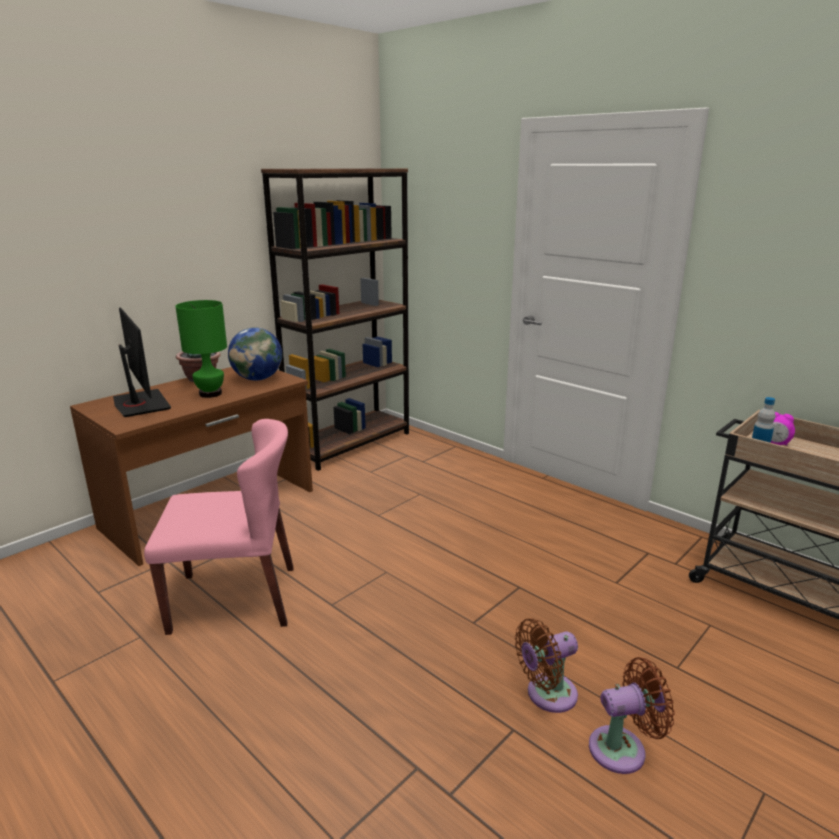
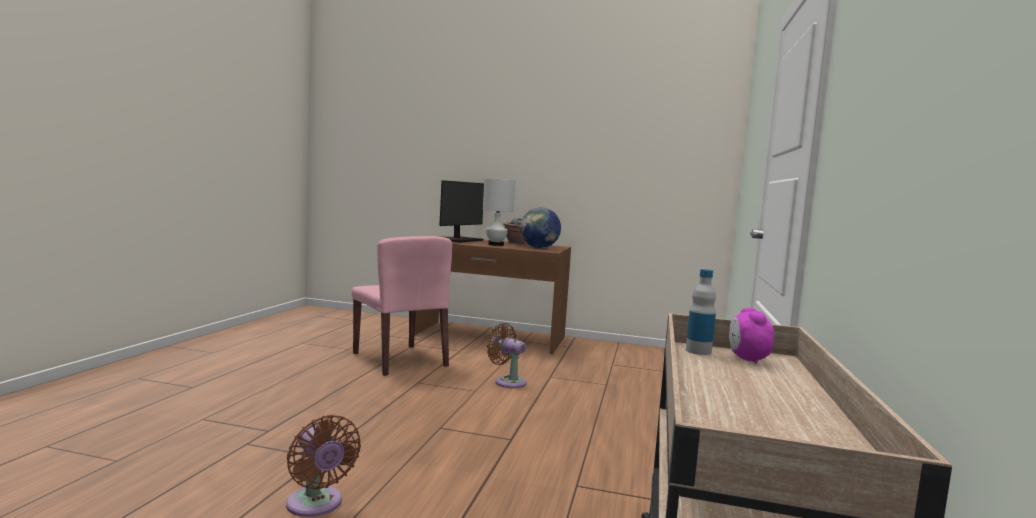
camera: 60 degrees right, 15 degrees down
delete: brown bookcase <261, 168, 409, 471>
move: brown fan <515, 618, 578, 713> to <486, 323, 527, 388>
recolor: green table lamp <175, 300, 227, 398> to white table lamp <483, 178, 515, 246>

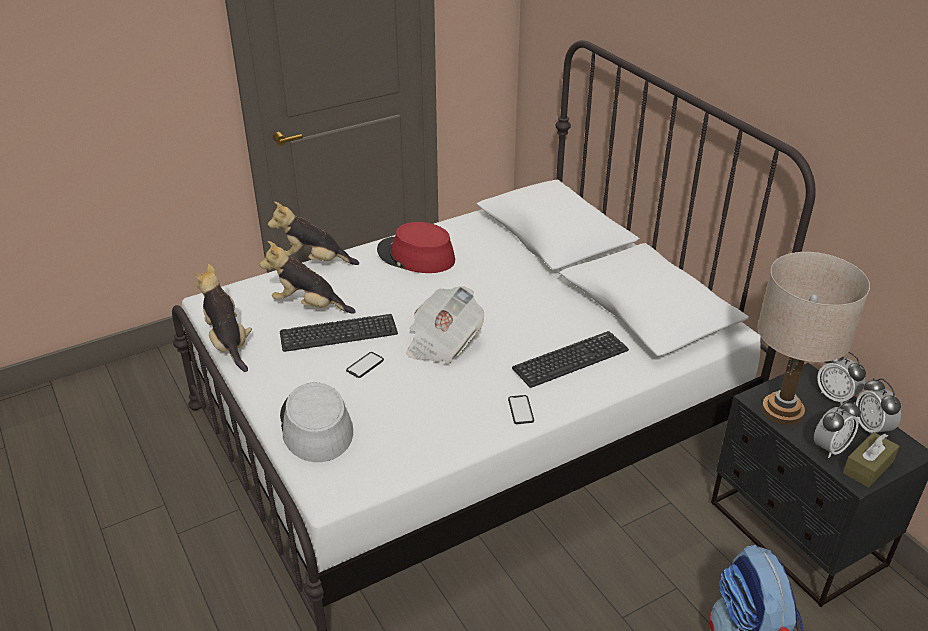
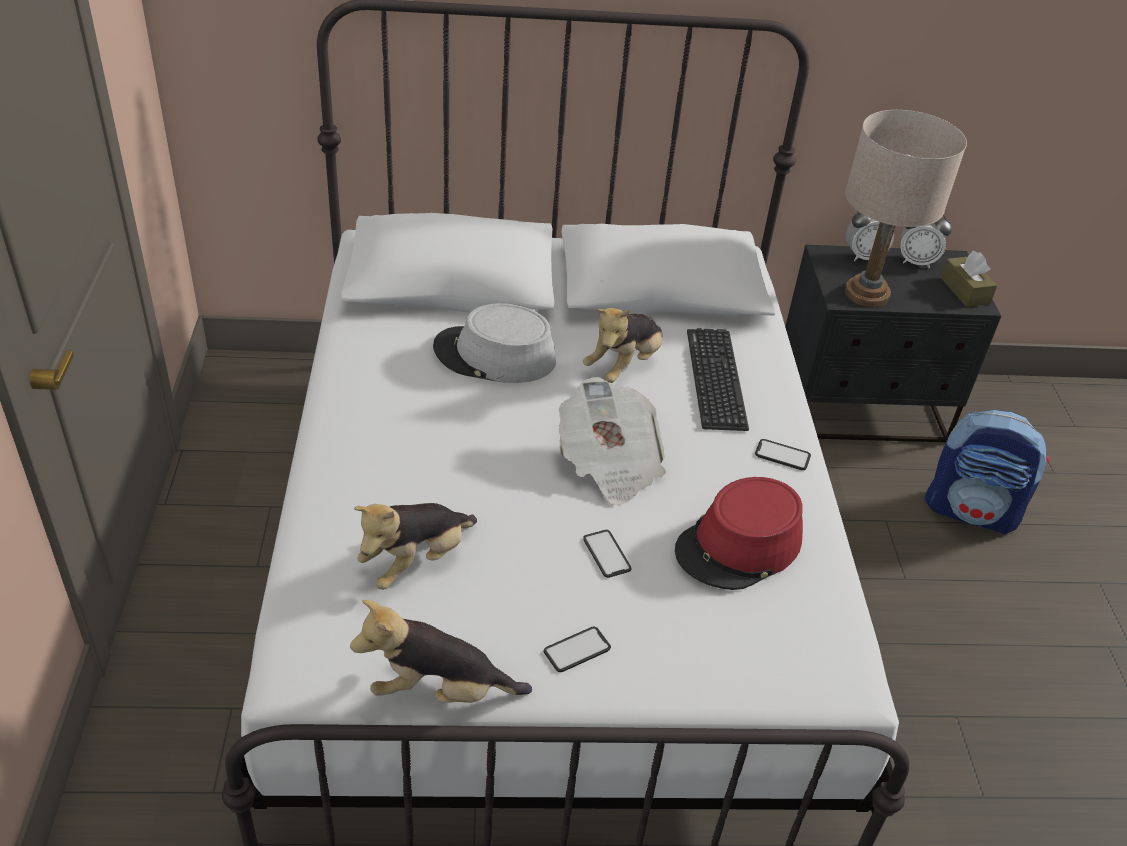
camera: 65 degrees left, 5 degrees up
delete: keyboard <280, 314, 398, 352>; alarm clock <814, 400, 861, 458>
insert: phone <543, 627, 611, 672>
move: plush toy <268, 201, 359, 265> to <583, 308, 663, 383>; grey hat <280, 383, 353, 462> to <433, 303, 556, 383>; red hat <377, 222, 455, 273> to <675, 477, 803, 590>

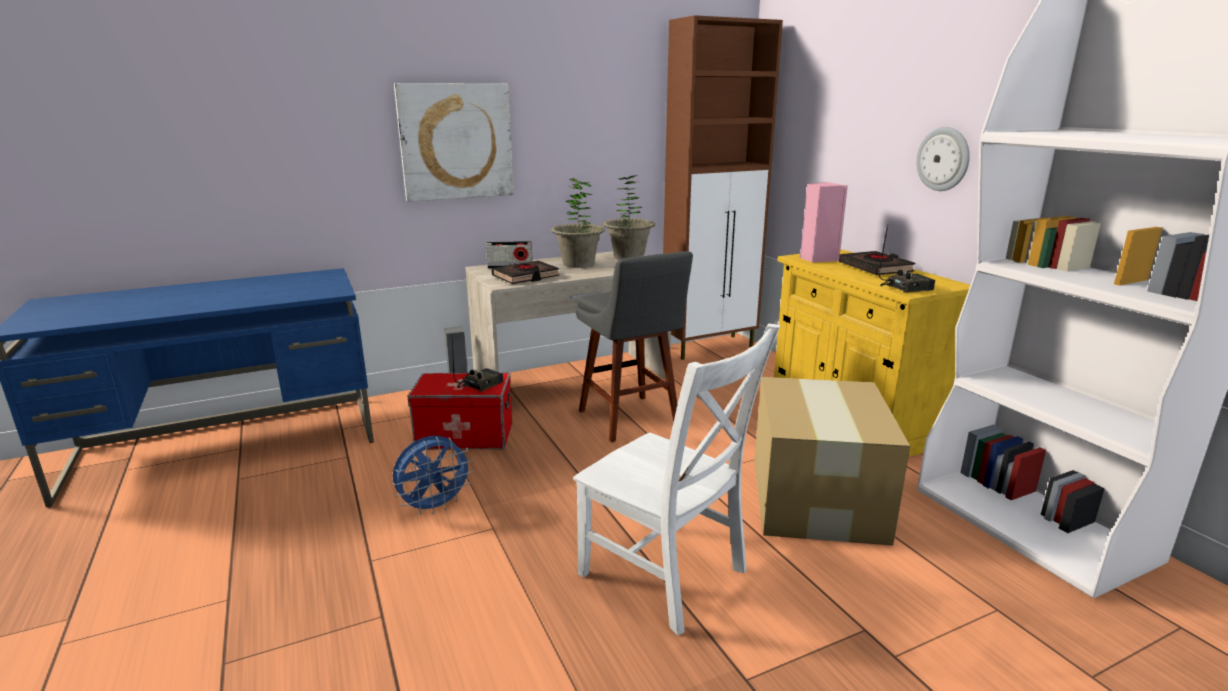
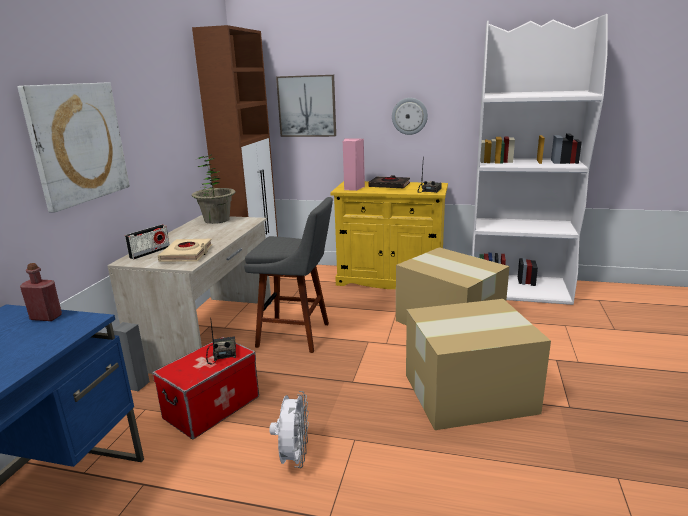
camera: 50 degrees left, 0 degrees up
delete: potted plant <551, 178, 605, 268>
insert: red bottle <20, 263, 62, 321>; picture <276, 75, 336, 137>
replace: white chair <573, 324, 781, 635> to cardboard box <406, 299, 551, 430>
recolor: blue fan <392, 436, 474, 515> to white fan <270, 391, 309, 468>; black book <491, 261, 559, 284> to beige book <158, 239, 213, 262>

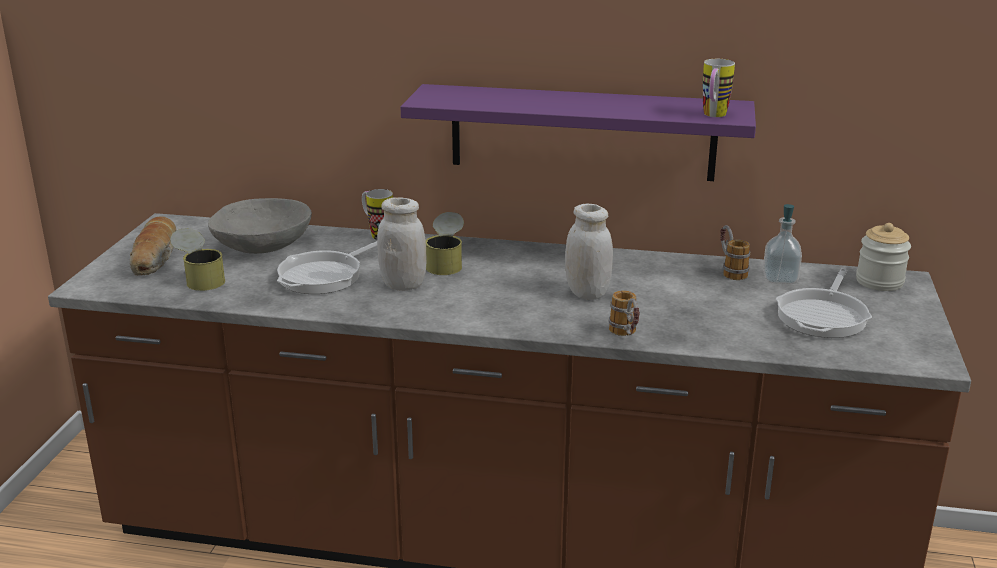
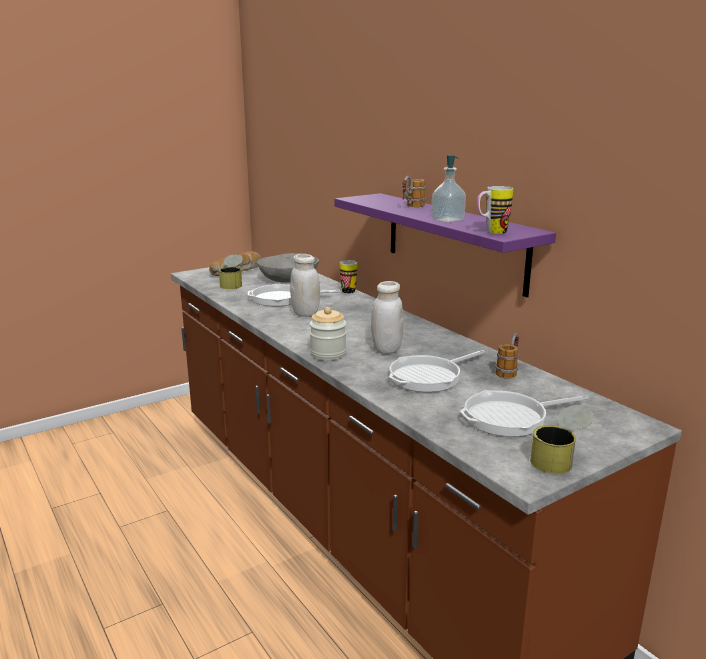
camera: 45 degrees right, 5 degrees down
insert: frying pan <389, 350, 485, 392>
move: can <426, 212, 464, 275> to <530, 405, 594, 474>; mug <609, 291, 640, 336> to <403, 176, 426, 207>; soap dispenser <763, 204, 802, 284> to <431, 155, 466, 222>; jar <856, 223, 911, 291> to <309, 307, 347, 361>

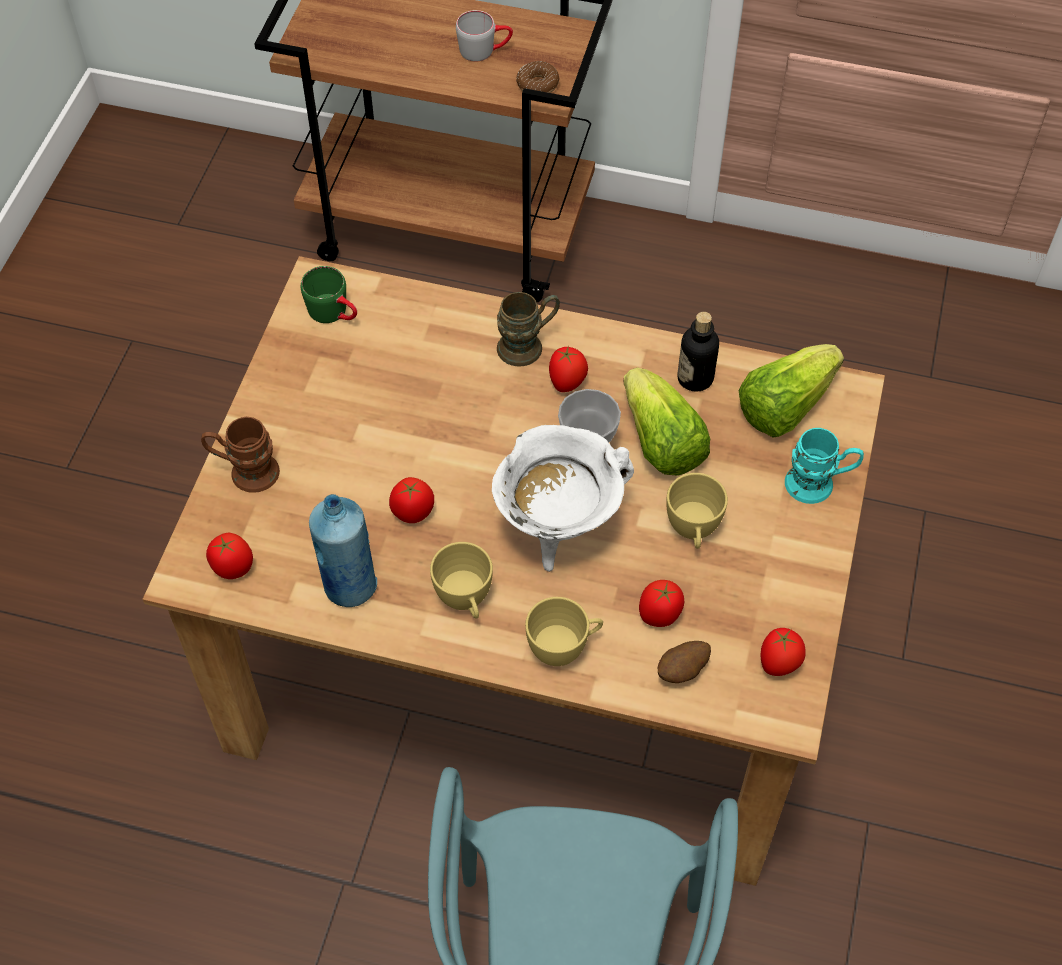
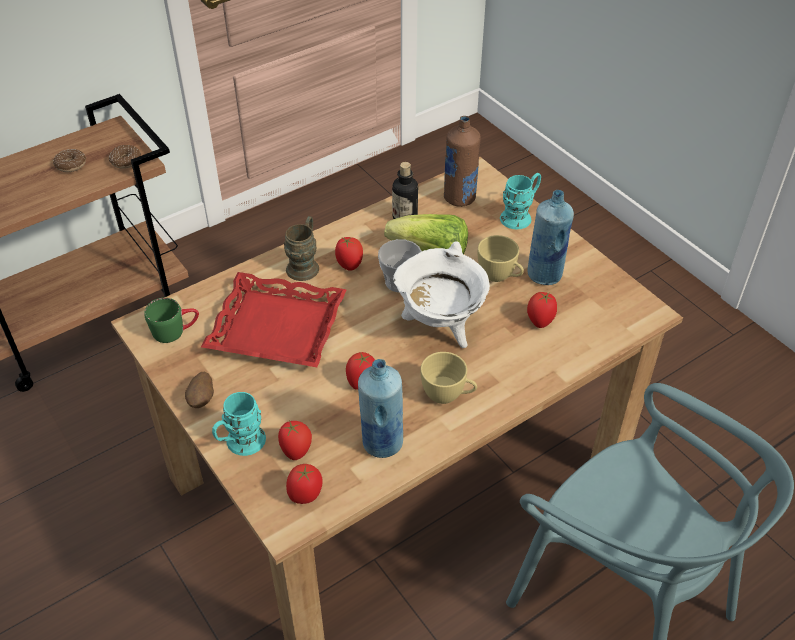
camera: 50 degrees left, 10 degrees down
delete: yellow cup <525, 597, 603, 666>
insert: red tray <201, 272, 347, 367>; blue bottle <527, 190, 574, 285>
move: potato <658, 641, 711, 683> to <185, 372, 214, 408>; tomato <760, 628, 805, 676> to <278, 420, 312, 460>
replace: grey mug <456, 10, 513, 62> to donut <53, 149, 86, 172>; lettuce <739, 344, 844, 438> to brown bottle <444, 116, 481, 207>
recolor: brown mug <201, 417, 280, 493> to turquoise mug <212, 392, 266, 456>

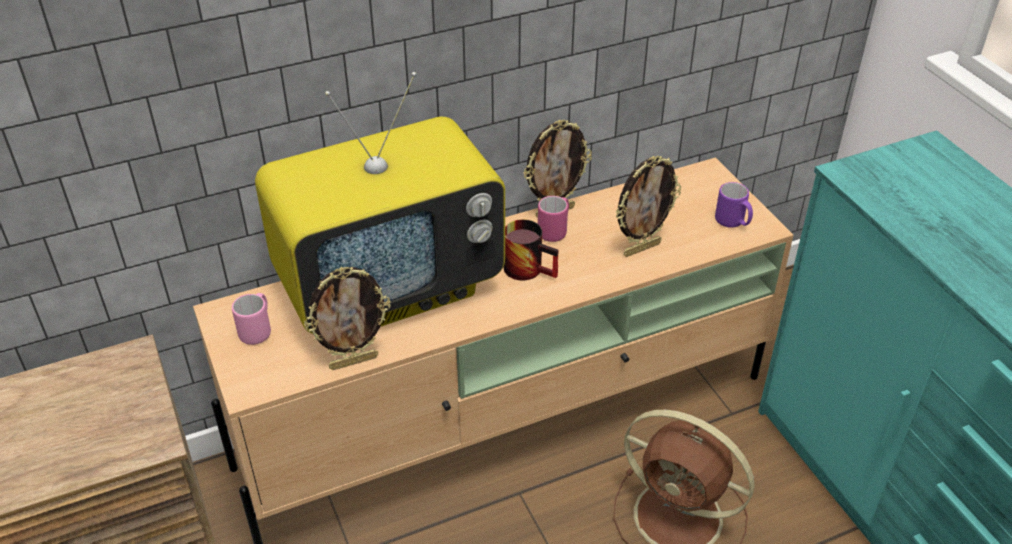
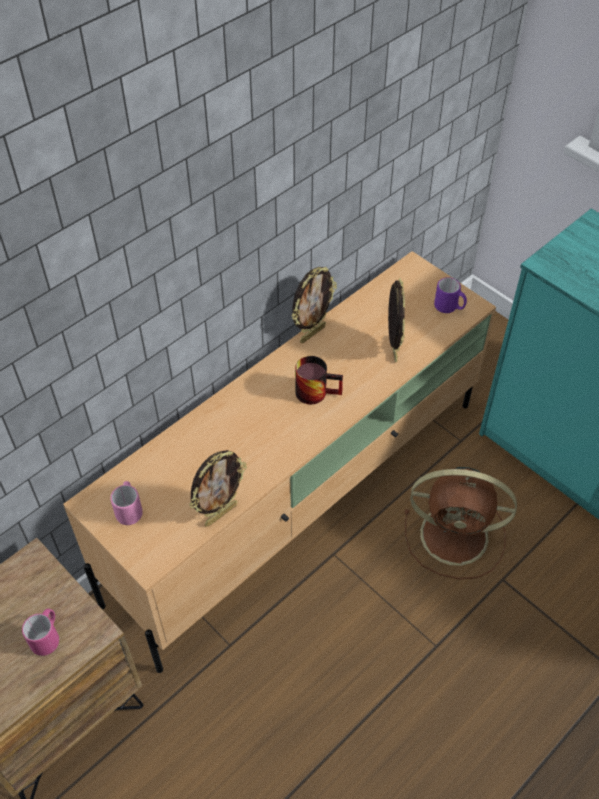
camera: 20 degrees left, 10 degrees up
delete: television <255, 72, 505, 334>
move: pink mug <538, 196, 569, 242> to <22, 609, 59, 656>
rotate: picture frame <615, 156, 681, 257> = <388, 278, 405, 363> 45 degrees counterclockwise

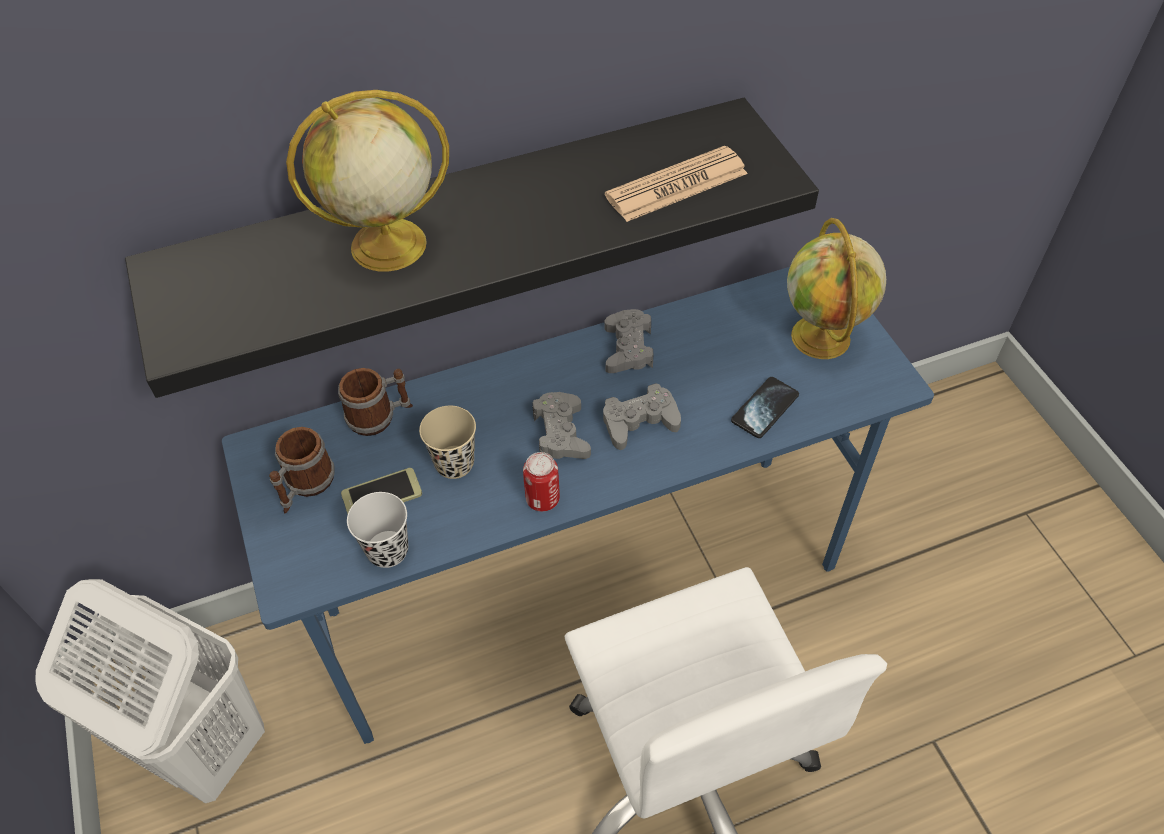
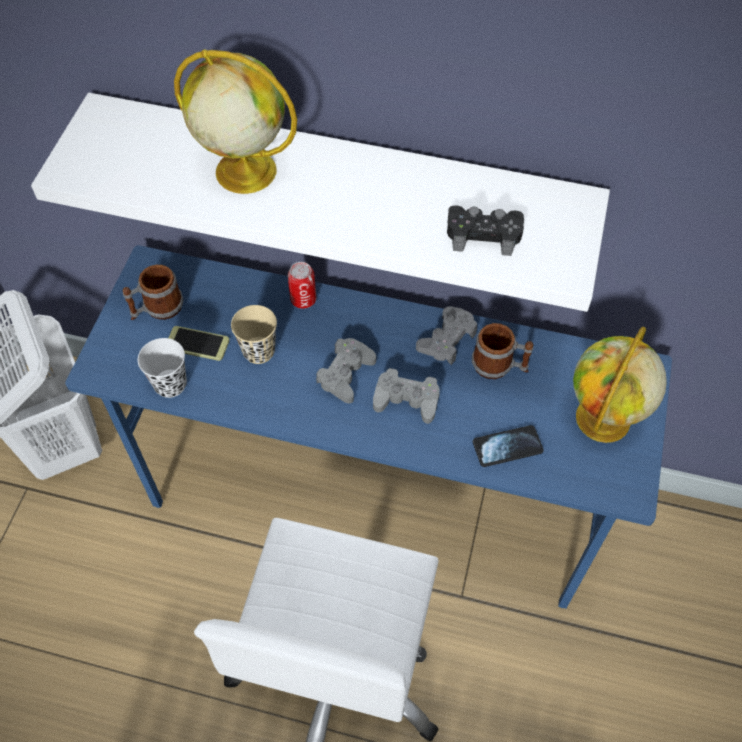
camera: 35 degrees right, 5 degrees up
move: mug <338, 368, 413, 436> to <472, 323, 533, 379>; can <523, 452, 560, 511> to <288, 262, 316, 309>
replace: newspaper <605, 146, 748, 222> to black game controller <447, 205, 524, 256>
recolor: black shelf <125, 98, 819, 398> to white shelf <31, 93, 610, 312>

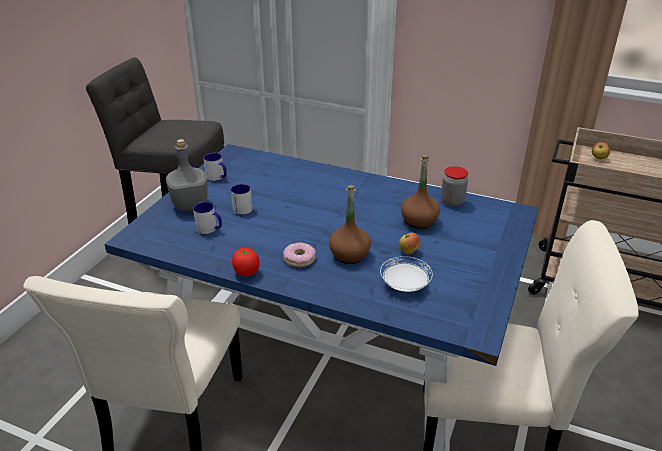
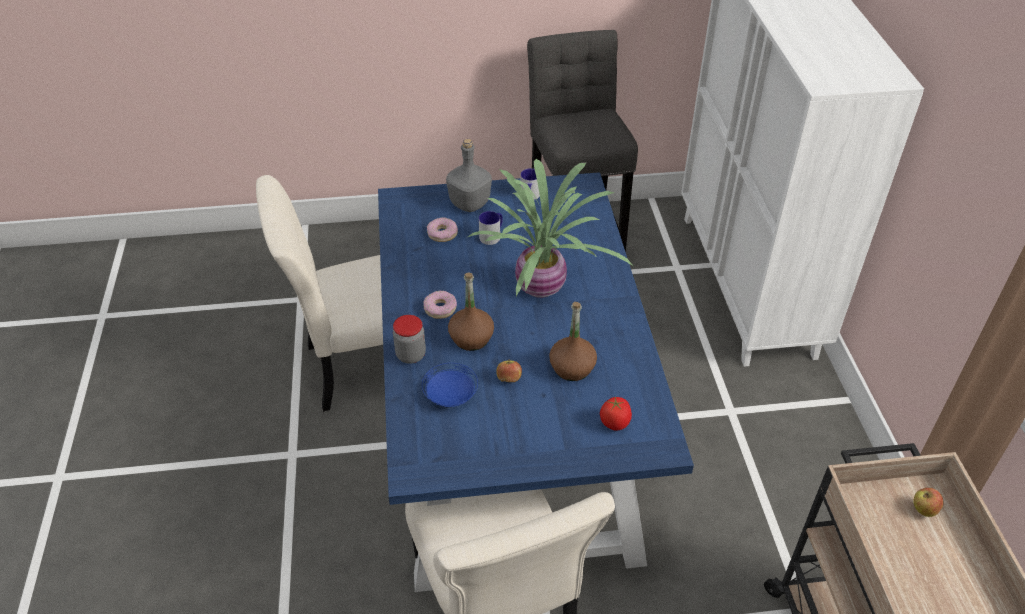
camera: 60 degrees right, 10 degrees up
insert: potted plant <468, 159, 633, 298>
move: tomato <232, 248, 260, 277> to <600, 397, 632, 431>; jar <441, 166, 468, 207> to <393, 315, 426, 364>
replace: mug <193, 202, 222, 234> to donut <427, 217, 458, 242>
recolor: white plate <380, 256, 433, 292> to blue plate <422, 363, 478, 407>

